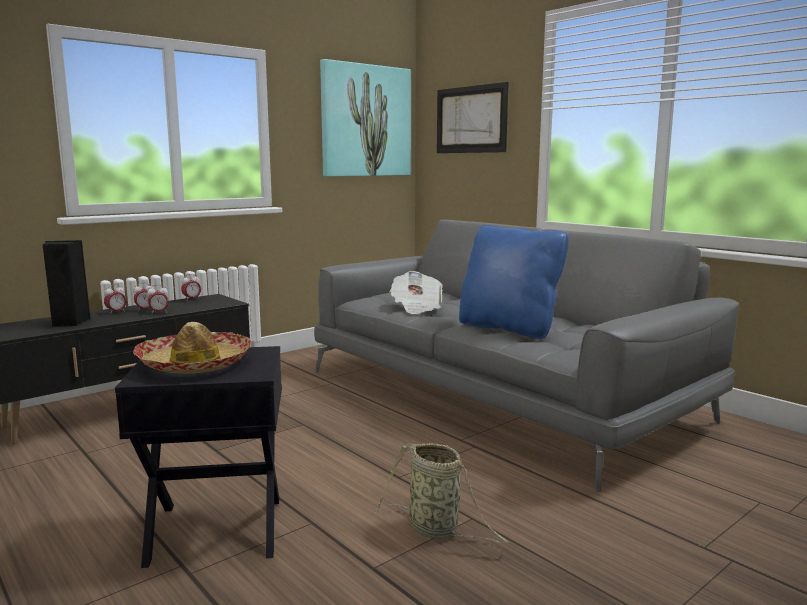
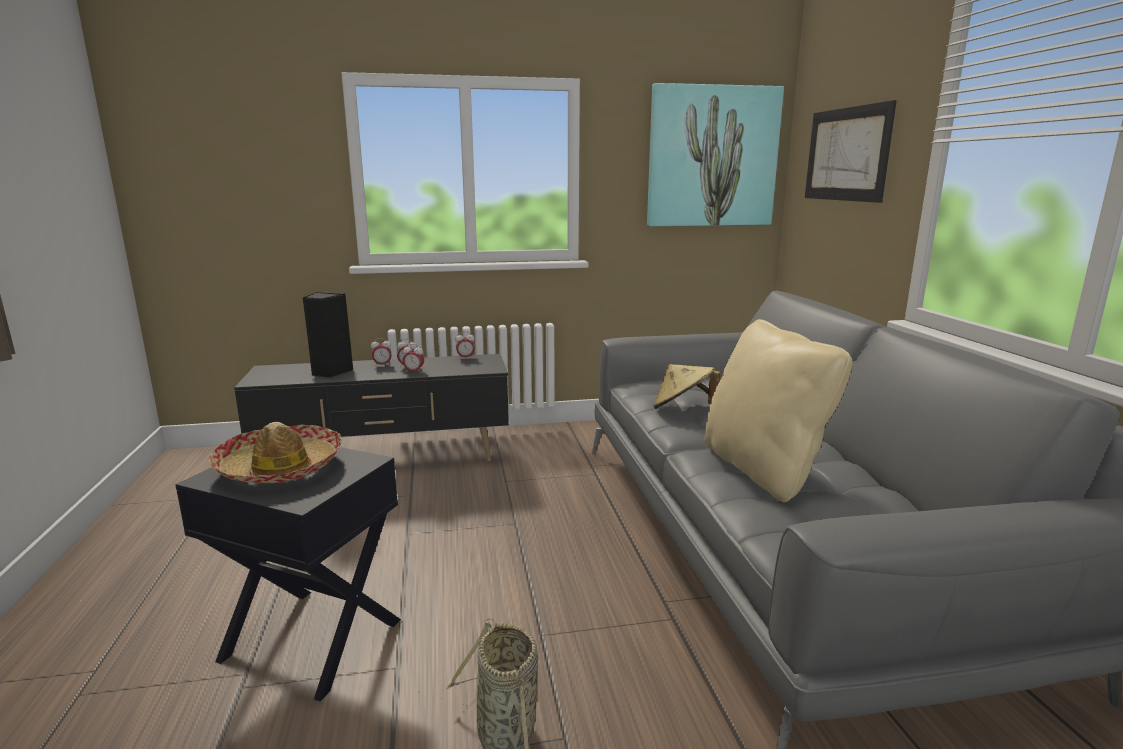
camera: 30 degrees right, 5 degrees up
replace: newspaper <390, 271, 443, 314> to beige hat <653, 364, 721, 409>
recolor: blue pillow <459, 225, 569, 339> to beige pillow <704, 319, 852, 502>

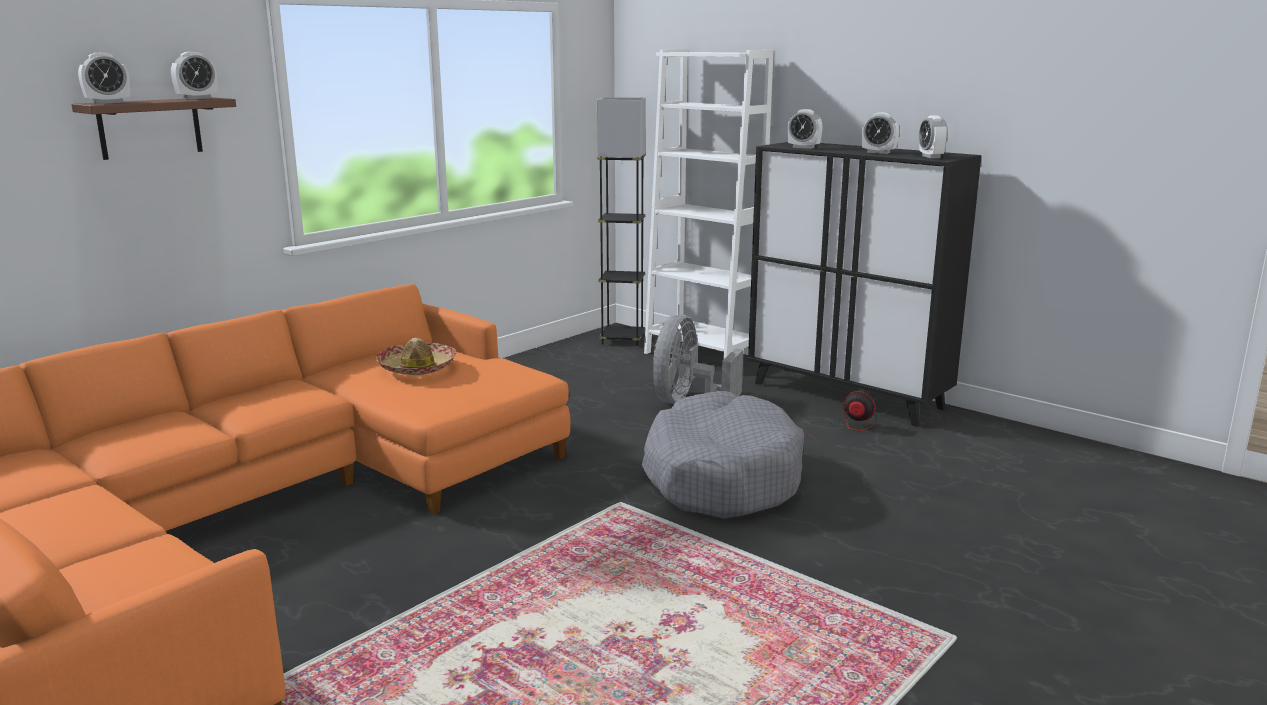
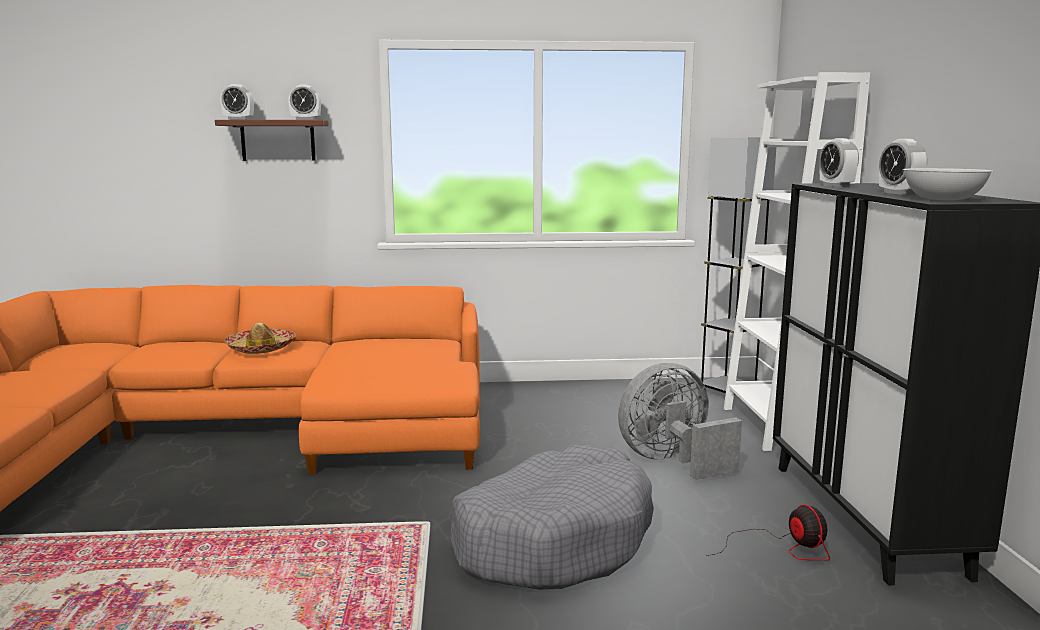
camera: 45 degrees right, 5 degrees down
move: hat <376, 338, 456, 375> to <225, 323, 296, 354>
replace: alarm clock <919, 115, 948, 158> to white bowl <902, 168, 992, 200>

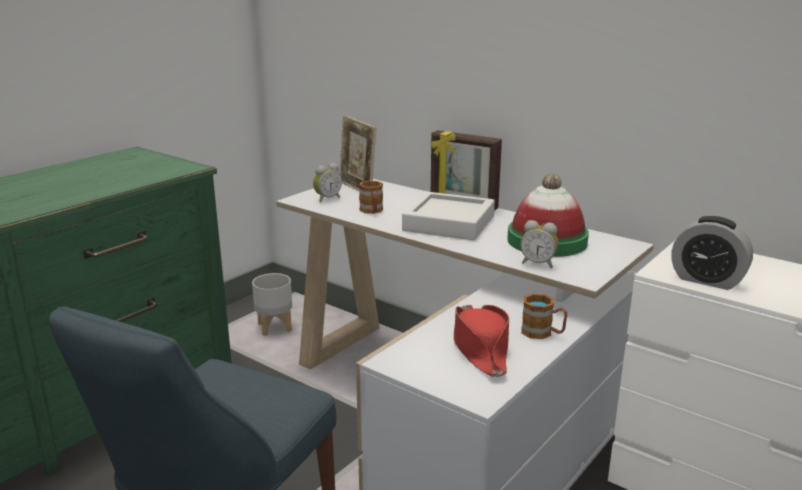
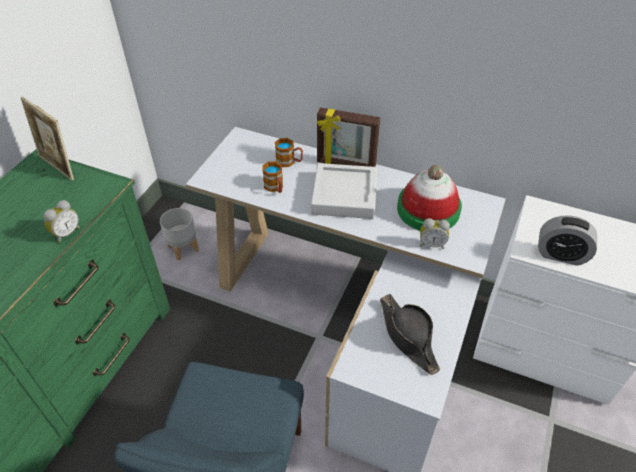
camera: 15 degrees left, 25 degrees up
move: alarm clock <313, 163, 342, 202> to <43, 200, 80, 243>; picture frame <340, 115, 377, 192> to <20, 97, 74, 181>; mug <521, 293, 567, 339> to <275, 138, 303, 167>
recolor: red hat <454, 305, 509, 377> to black hat <380, 294, 440, 375>

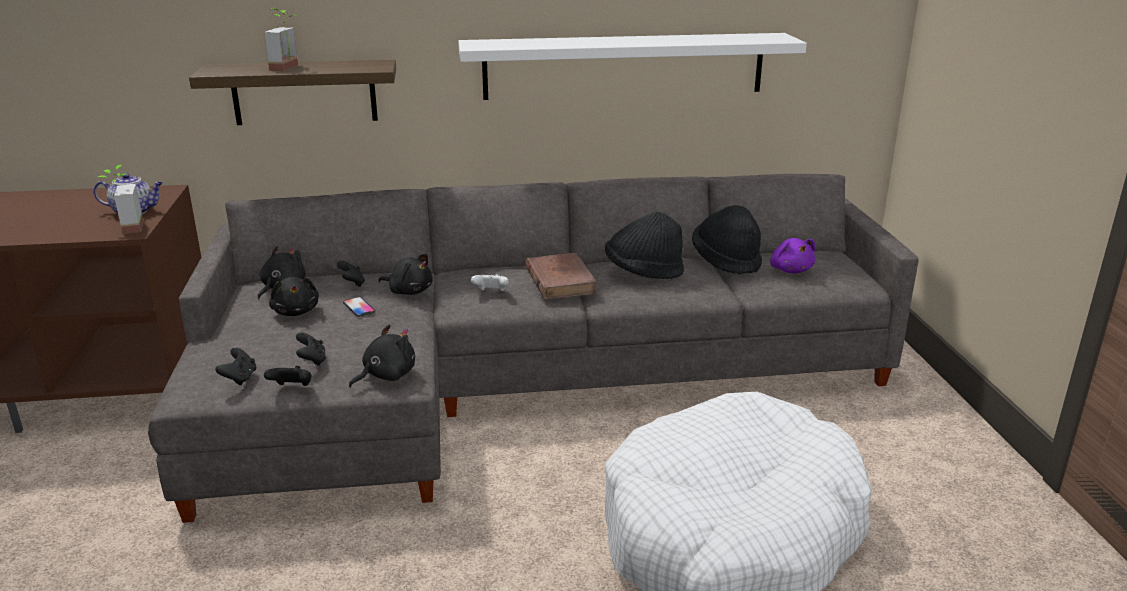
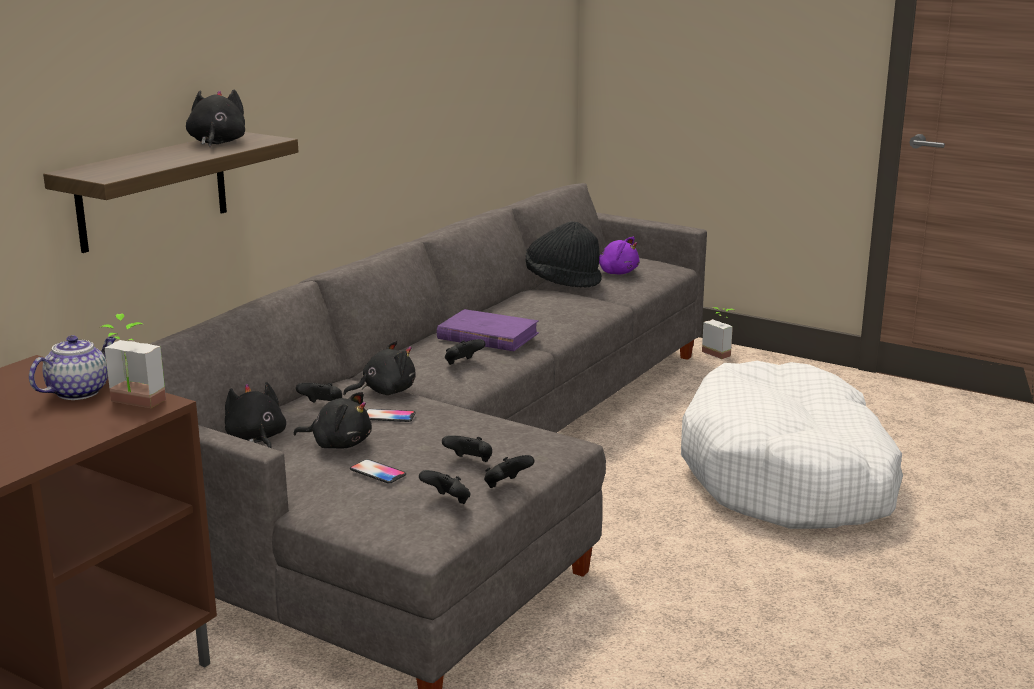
camera: 50 degrees left, 5 degrees down
delete: white shelf <458, 33, 807, 100>; black hat <605, 212, 684, 279>
insert: phone <350, 459, 406, 484>
move: potted plant <264, 8, 298, 71> to <702, 307, 734, 359>; black plush toy <349, 324, 415, 388> to <186, 90, 245, 147>
recolor: white game controller <471, 274, 509, 291> to black game controller <445, 339, 486, 365>; brown book <525, 253, 597, 299> to purple book <437, 309, 539, 351>

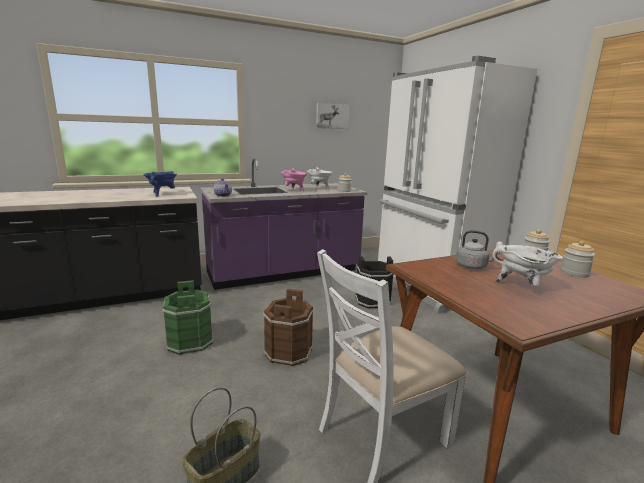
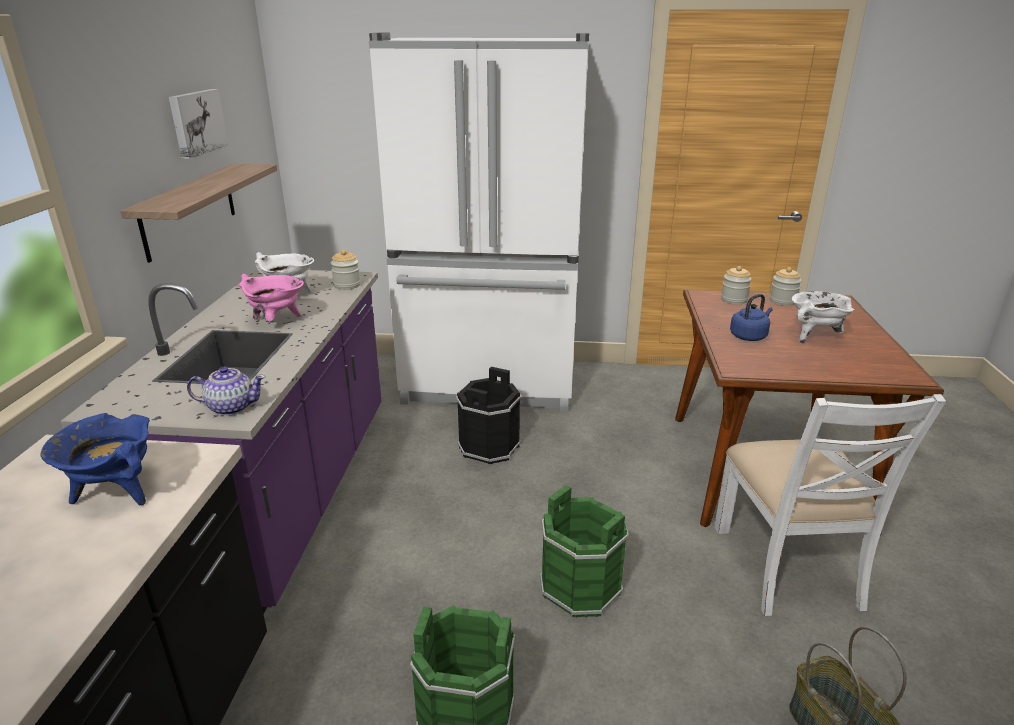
camera: 60 degrees left, 10 degrees up
insert: shelf <120, 164, 277, 263>
recolor: brown bucket <263, 289, 314, 366> to green bucket <540, 485, 629, 618>; grey kettle <456, 230, 500, 269> to blue kettle <730, 294, 773, 341>

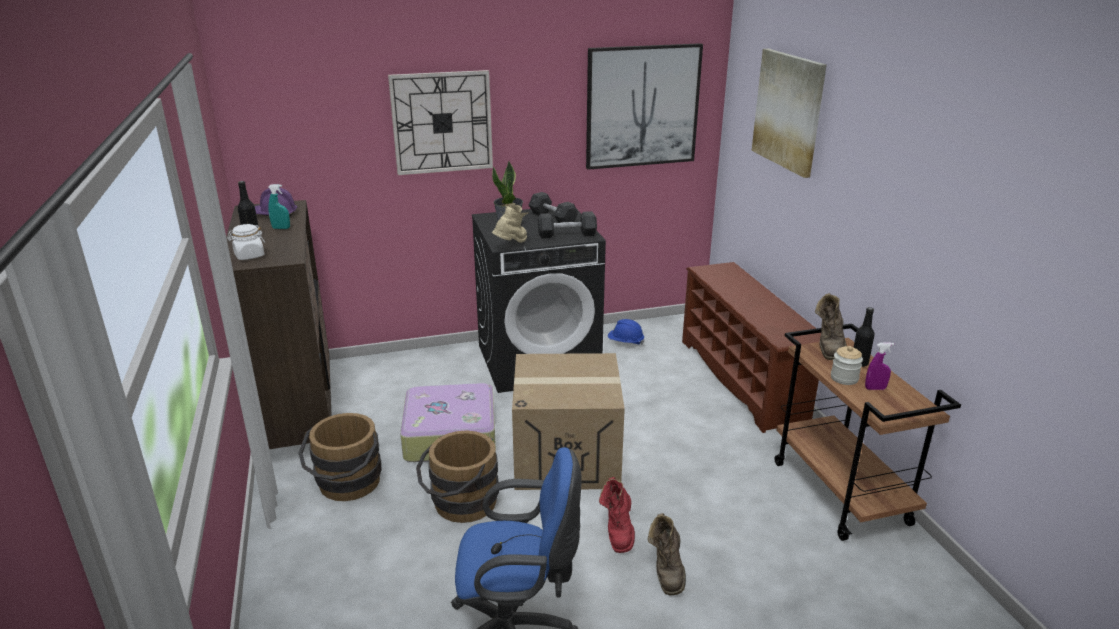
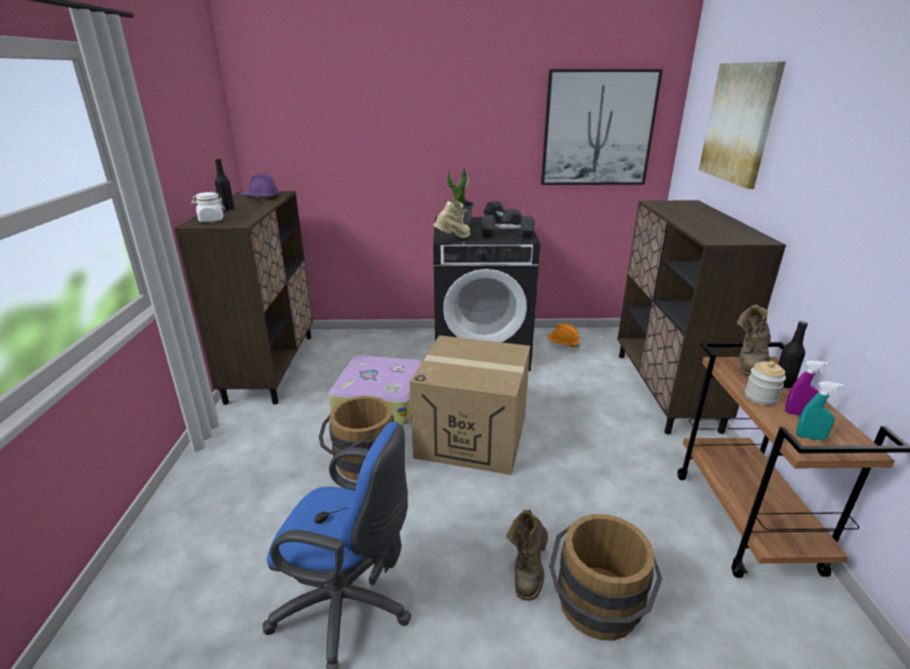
camera: 15 degrees right, 0 degrees up
delete: wall clock <388, 70, 493, 175>; red boot <599, 477, 635, 553>
move: turquoise spray bottle <268, 184, 290, 229> to <796, 381, 844, 441>; brown bucket <298, 413, 382, 501> to <549, 514, 663, 641>
replace: brown shoe rack <682, 262, 821, 433> to brown cabinet <617, 200, 786, 434>
recolor: blue hard hat <608, 319, 645, 344> to orange hard hat <547, 324, 580, 348>

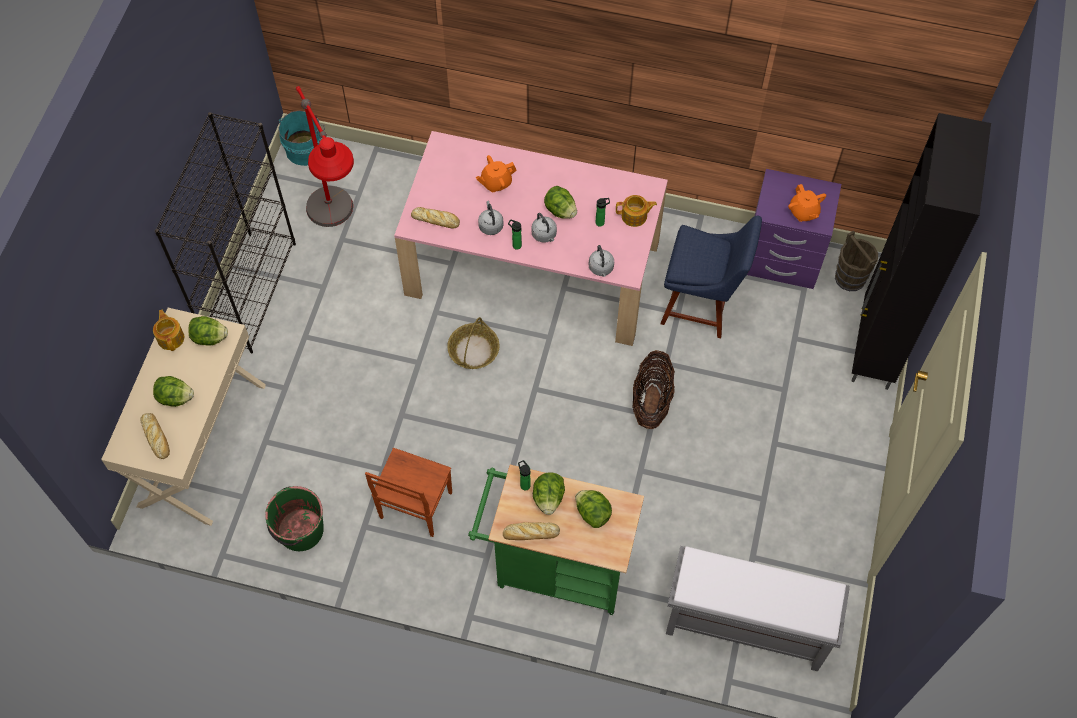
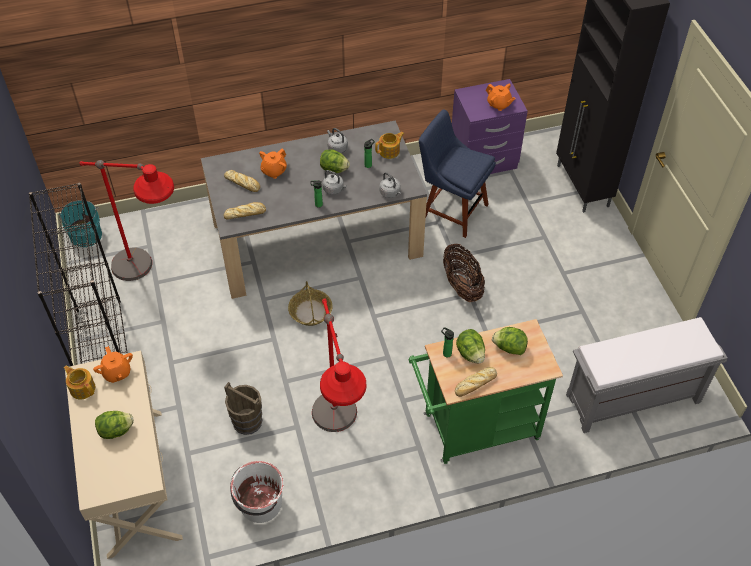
camera: 30 degrees left, 10 degrees down
move: bread <140, 413, 170, 459> to <224, 170, 260, 192>; grey kettle <478, 201, 504, 235> to <327, 128, 348, 153>; brown bucket <835, 231, 878, 291> to <224, 382, 262, 435>
replace: lettuce <188, 316, 228, 346> to orange teapot <93, 346, 133, 383>; brown chair <365, 448, 452, 537> to red floor lamp <312, 298, 367, 432>
recolor: green bucket <265, 486, 324, 551> to white bucket <230, 461, 284, 523>; pink dining table <394, 131, 668, 346> to grey dining table <201, 120, 427, 299>
rotate: blue chair <661, 216, 762, 339> = <419, 109, 496, 238> 135 degrees counterclockwise

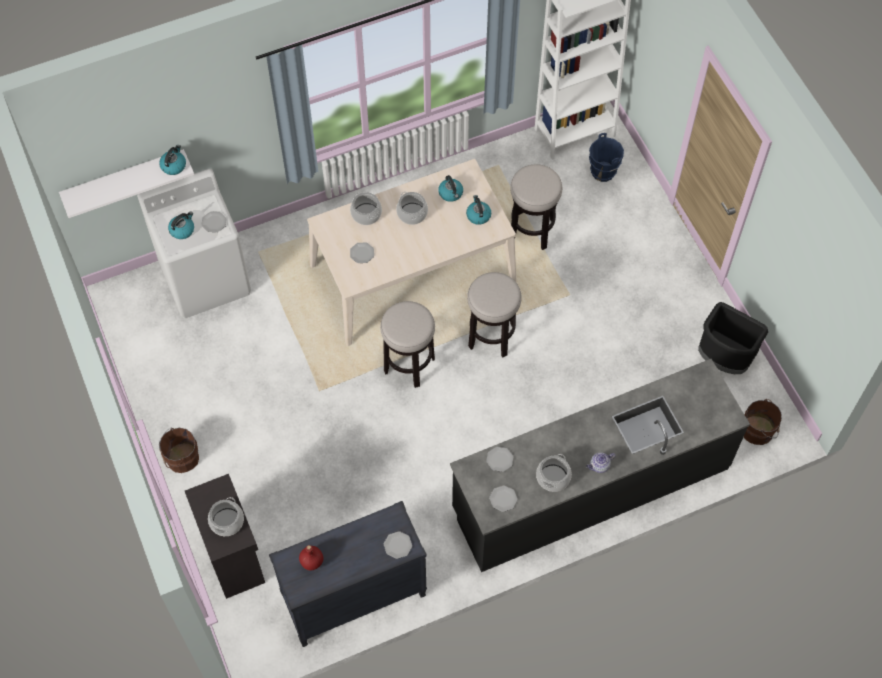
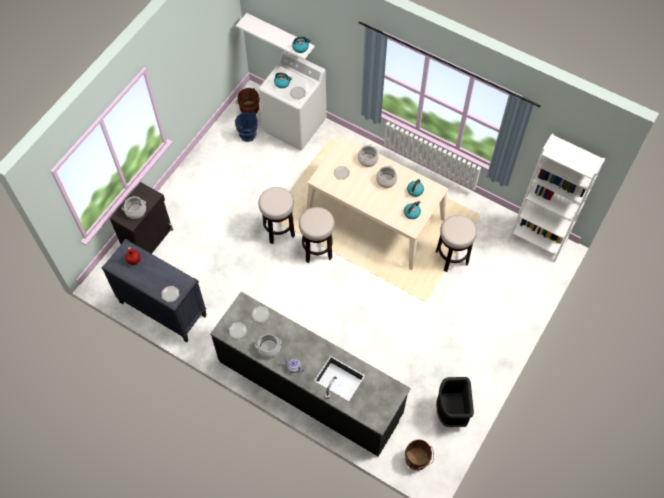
camera: 55 degrees right, 0 degrees up
move: brown bucket <159, 428, 199, 473> to <236, 88, 260, 113>; stool <467, 272, 521, 358> to <258, 187, 295, 244>; blue bucket <589, 133, 624, 182> to <235, 111, 258, 142>

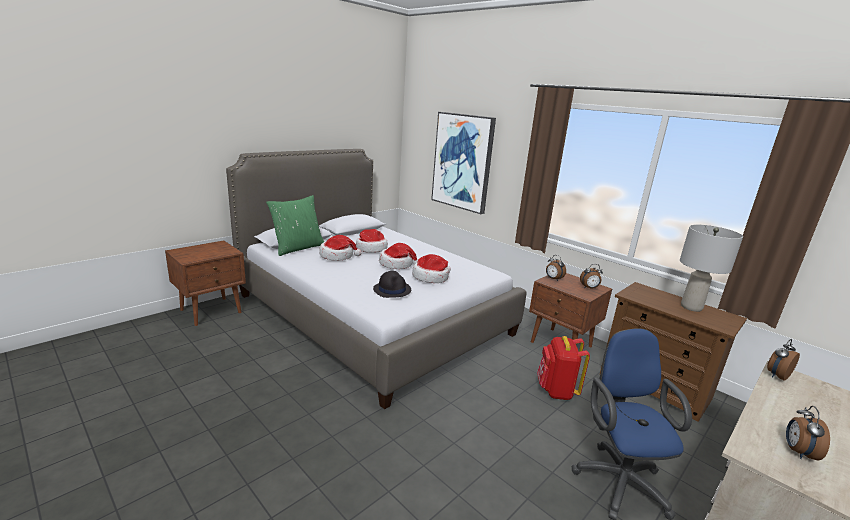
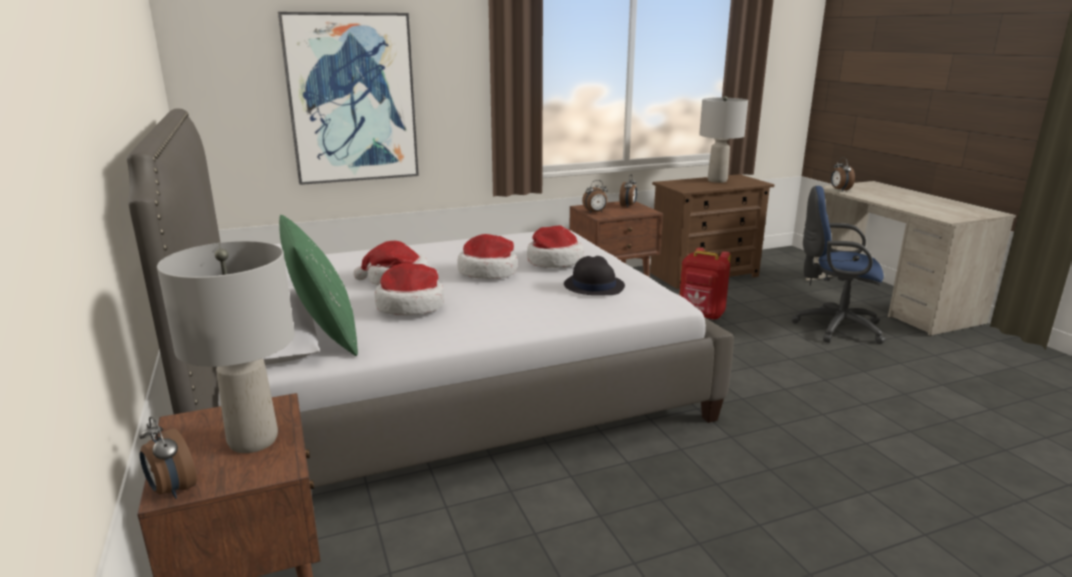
camera: 65 degrees left, 0 degrees up
insert: grey table lamp <157, 241, 295, 453>
move: alarm clock <786, 406, 830, 461> to <139, 417, 197, 499>

